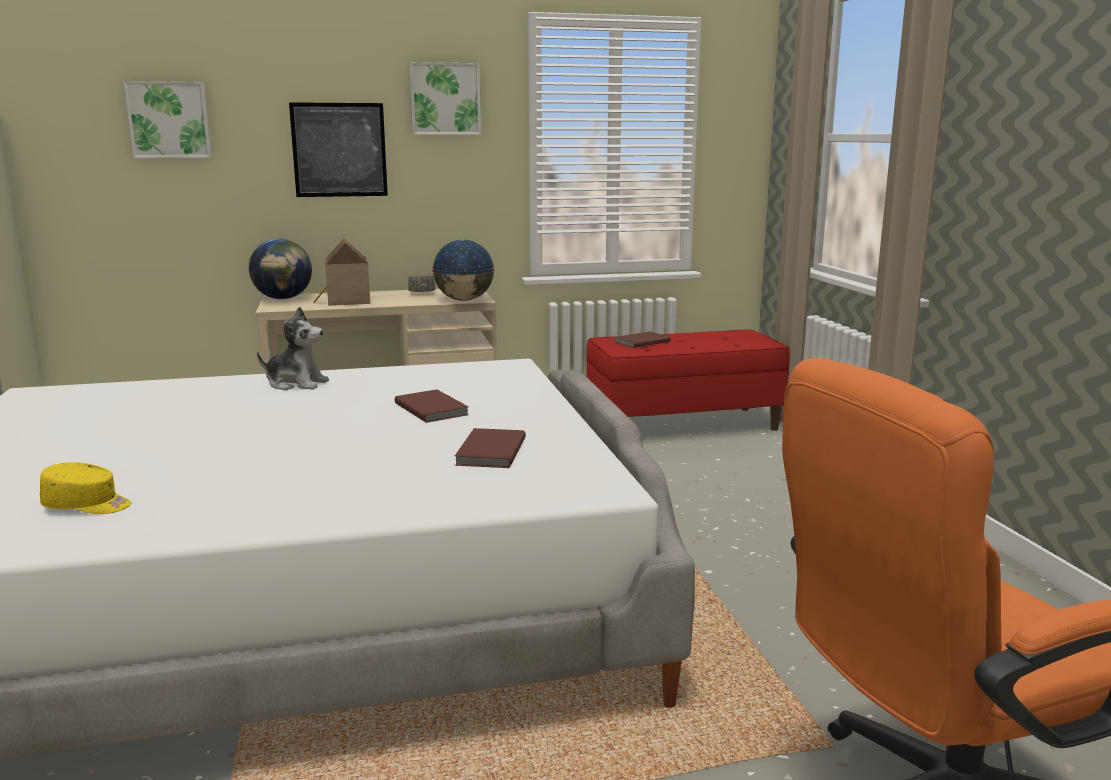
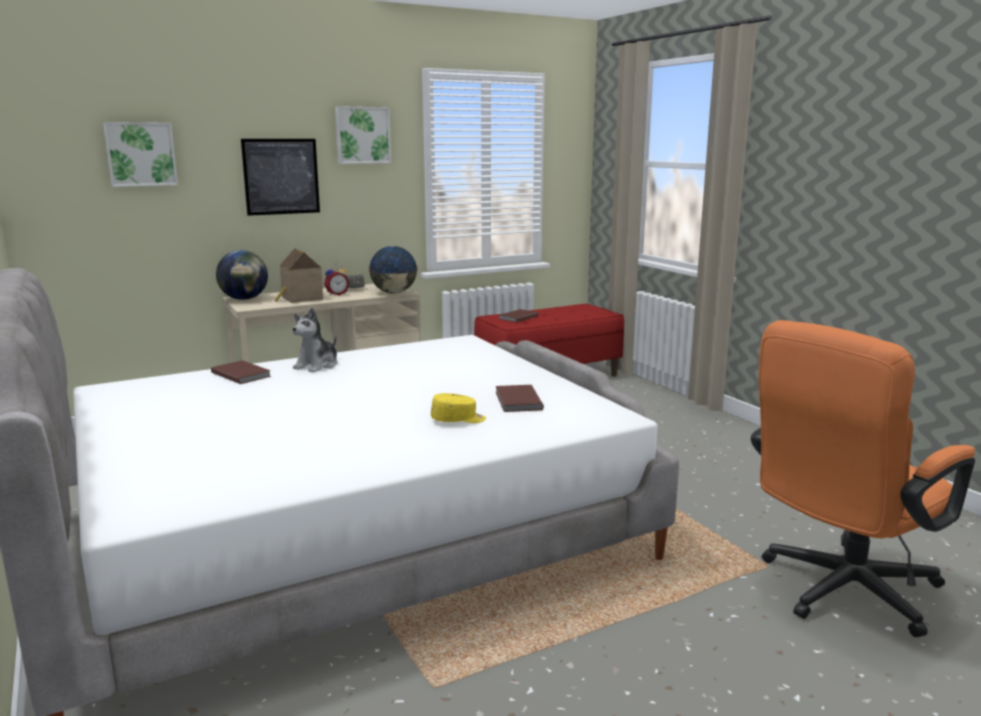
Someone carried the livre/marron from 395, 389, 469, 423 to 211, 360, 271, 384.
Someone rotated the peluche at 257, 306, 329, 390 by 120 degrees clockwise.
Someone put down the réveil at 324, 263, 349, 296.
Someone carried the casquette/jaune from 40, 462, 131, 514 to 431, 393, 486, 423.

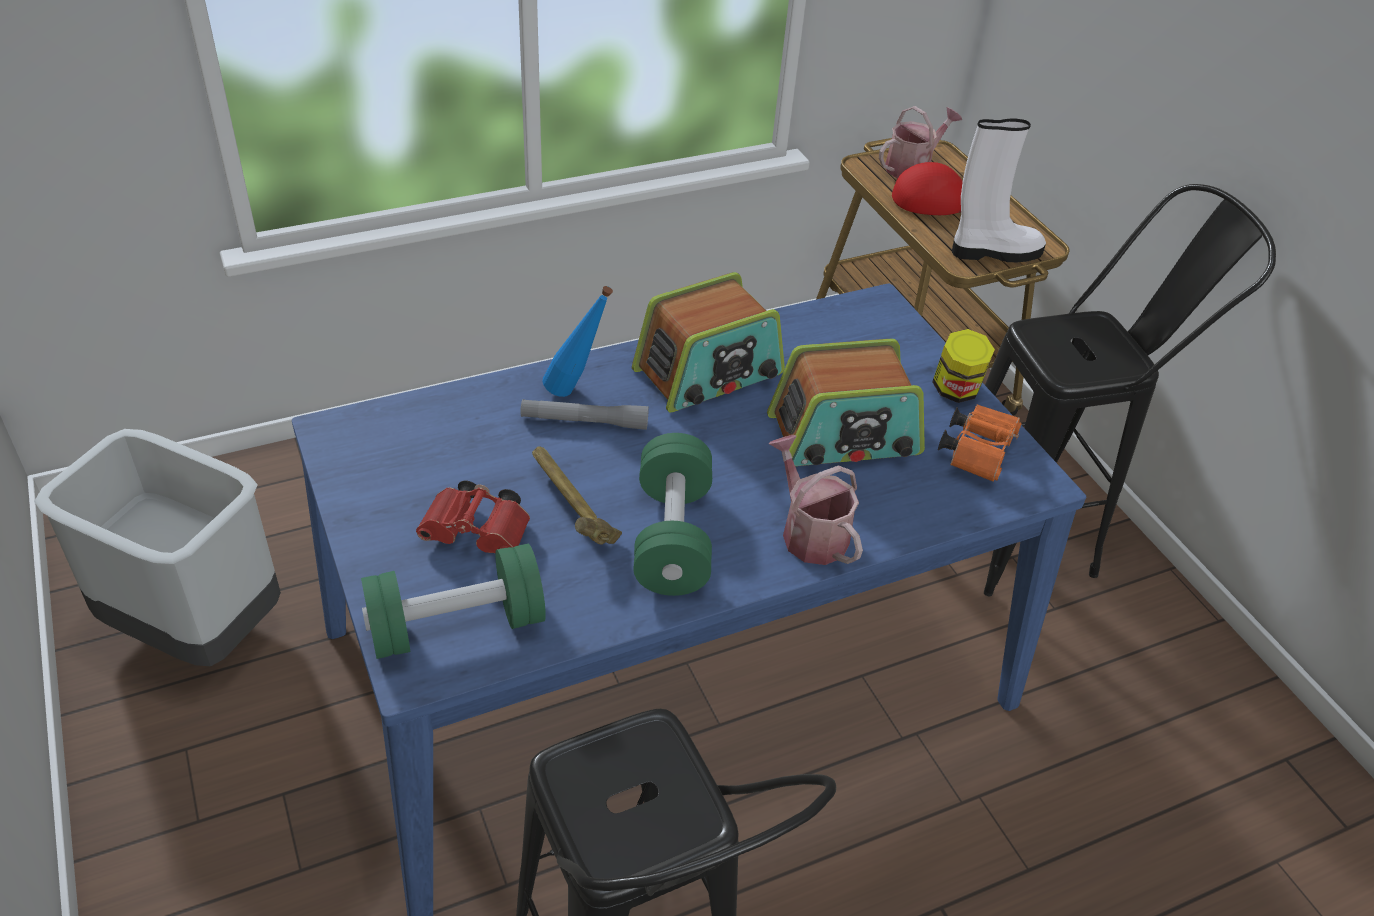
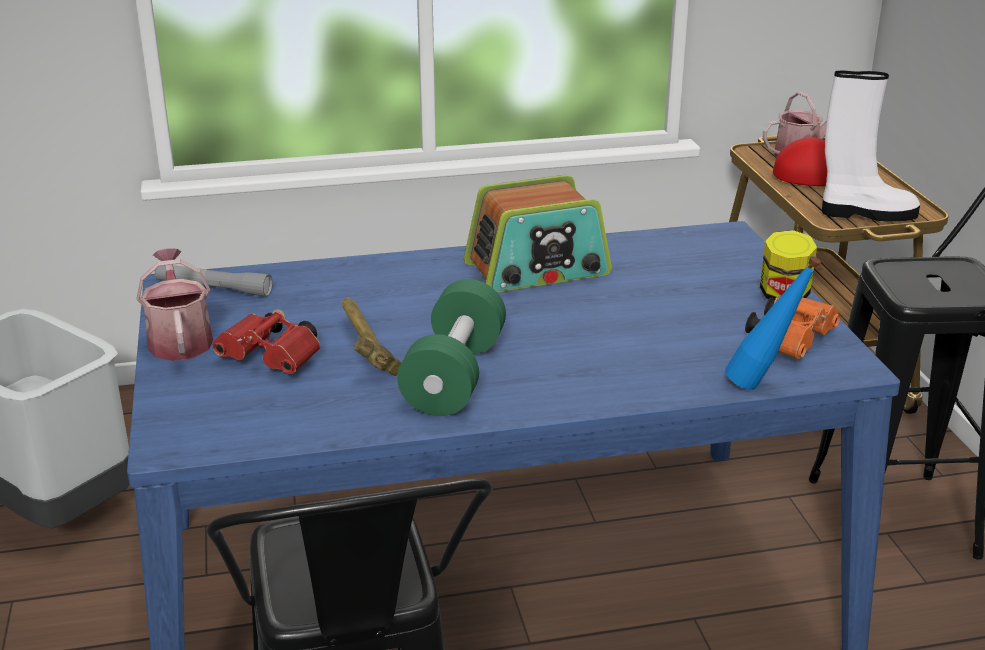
Someone carried the arrosoir from 768, 435, 863, 565 to 137, 248, 213, 361.
Someone carried the lampe de poche/gris from 521, 399, 649, 430 to 154, 265, 273, 297.
Someone carried the bouteille/bleu from 543, 286, 613, 397 to 725, 256, 821, 389.
Someone took away the haltère/vert at 361, 544, 546, 659.
Someone took away the radio at 767, 339, 925, 466.

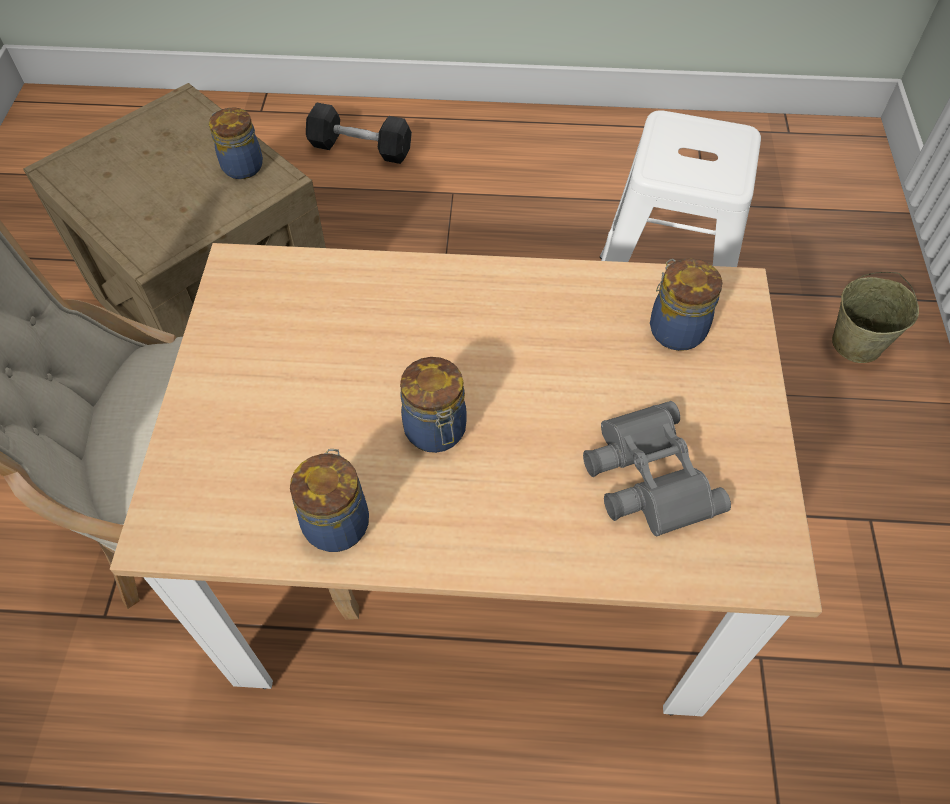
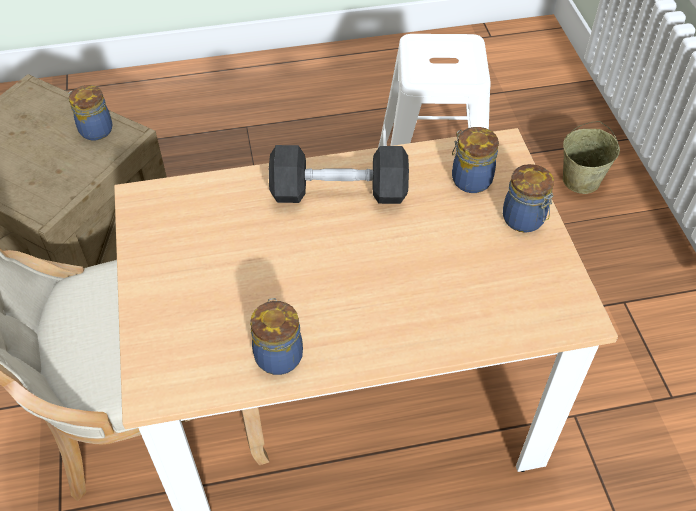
Someone carried the haltère/gris from 306, 102, 412, 164 to 269, 145, 409, 204.
Someone carried the bocal from 400, 357, 467, 453 to 503, 164, 554, 233.
Someone took away the jumelles/gris at 583, 401, 731, 536.

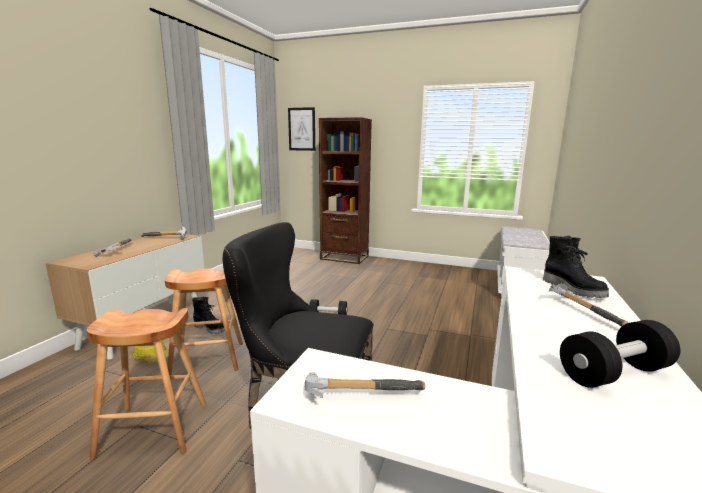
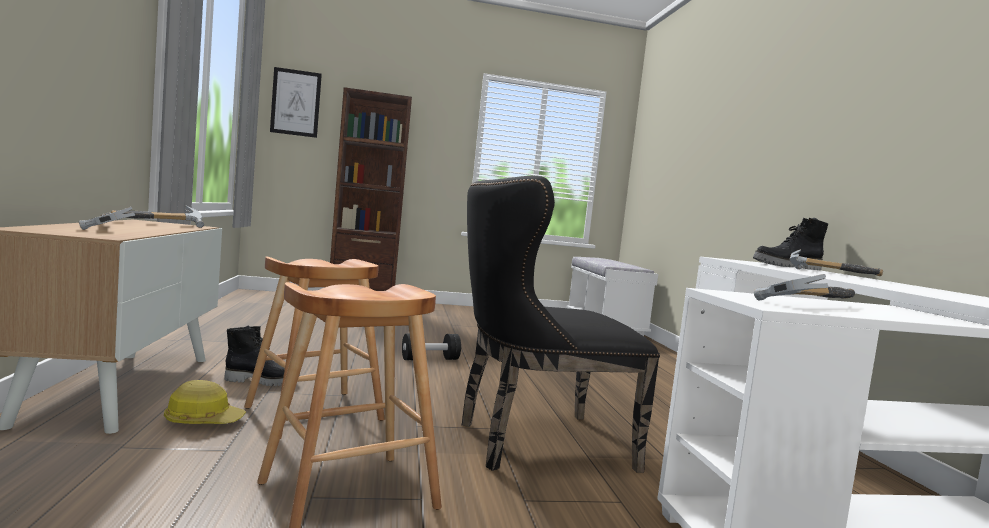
Someone rotated the botte/noir at 543, 236, 609, 298 by 135 degrees clockwise.
Someone took away the haltère/noir at 560, 320, 680, 388.

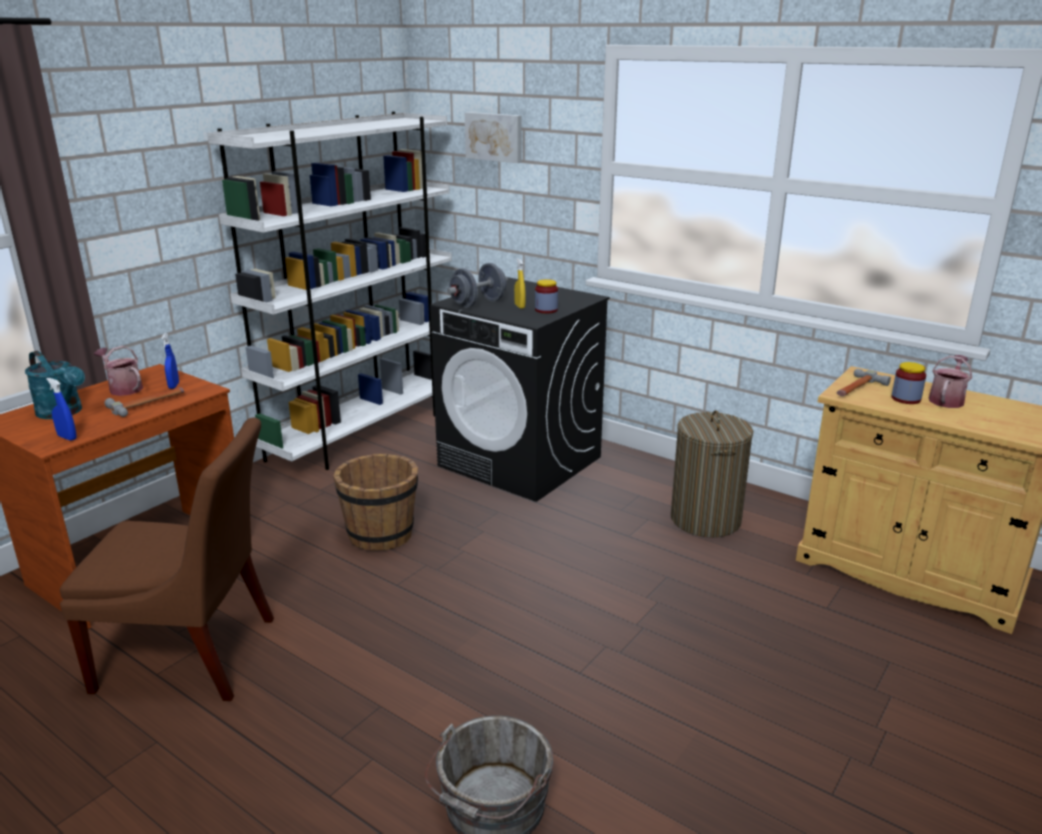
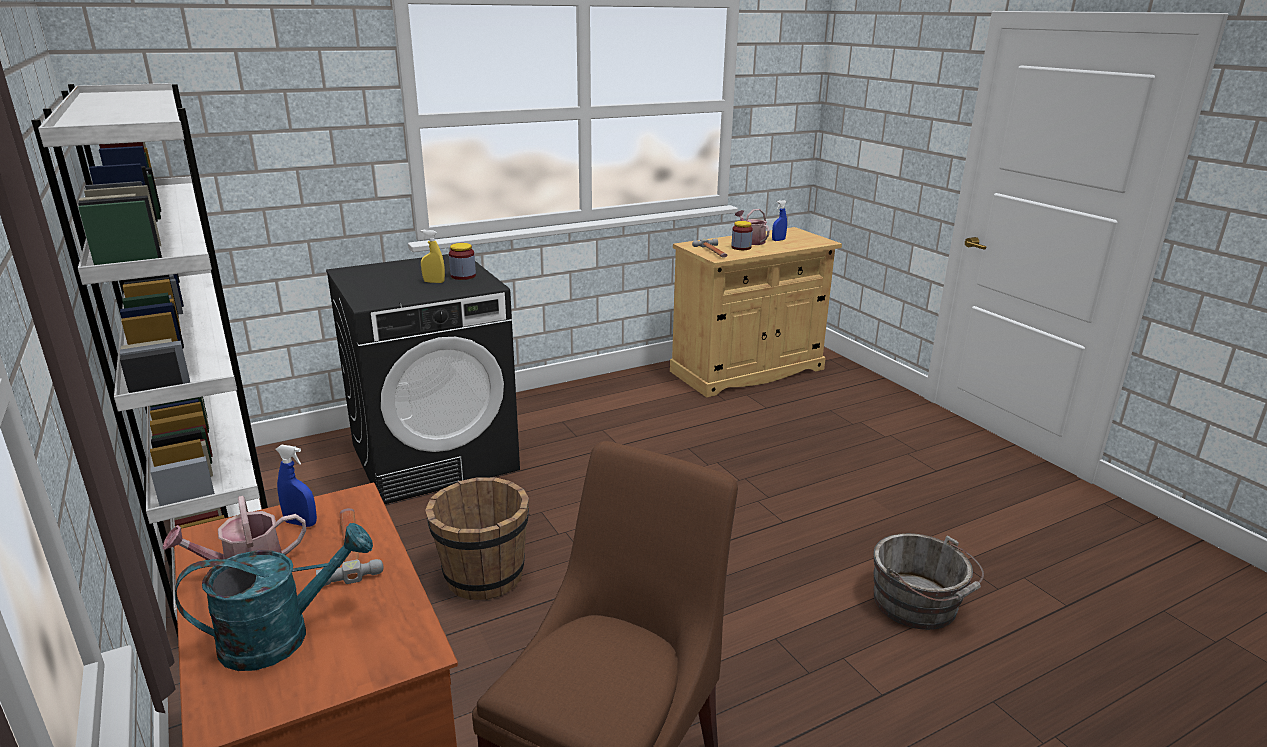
Someone carried the vaporisateur/bleu from 46, 378, 77, 441 to 772, 200, 787, 241.
Someone took away the haltère/gris at 447, 263, 508, 308.
Someone took away the tableau at 465, 112, 521, 163.
Someone took away the panier à linge at 671, 410, 753, 537.

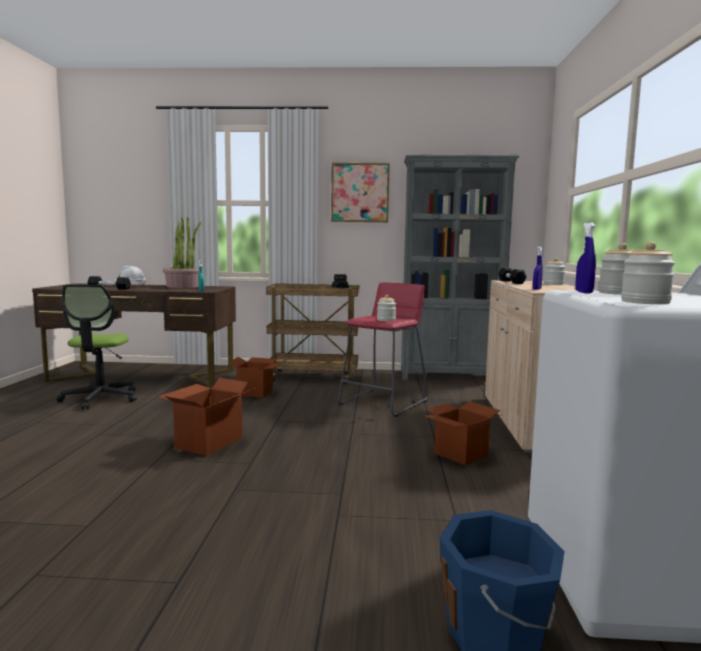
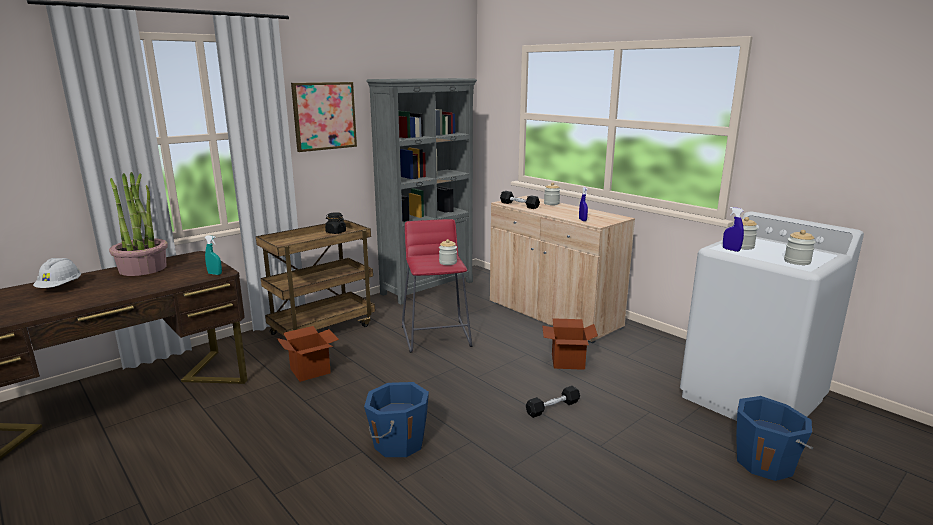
Someone swapped the carton at 158, 378, 255, 456 for the seau/bleu at 364, 382, 429, 457.
Someone carried the haltère/noir from 87, 276, 131, 290 to 526, 386, 580, 418.
Someone took away the chaise de bureau at 57, 284, 137, 409.

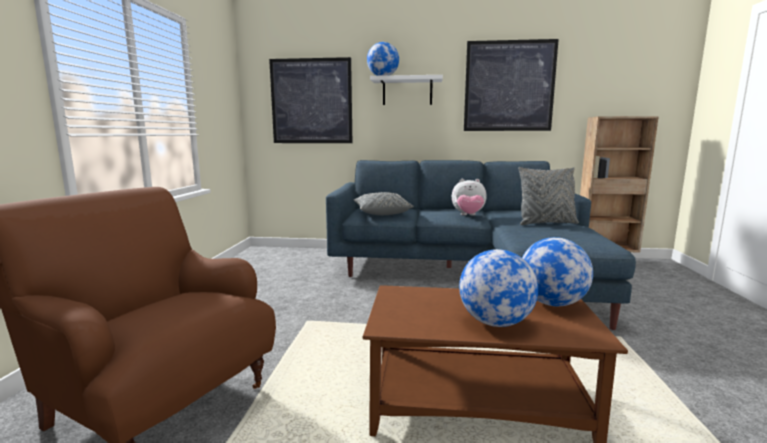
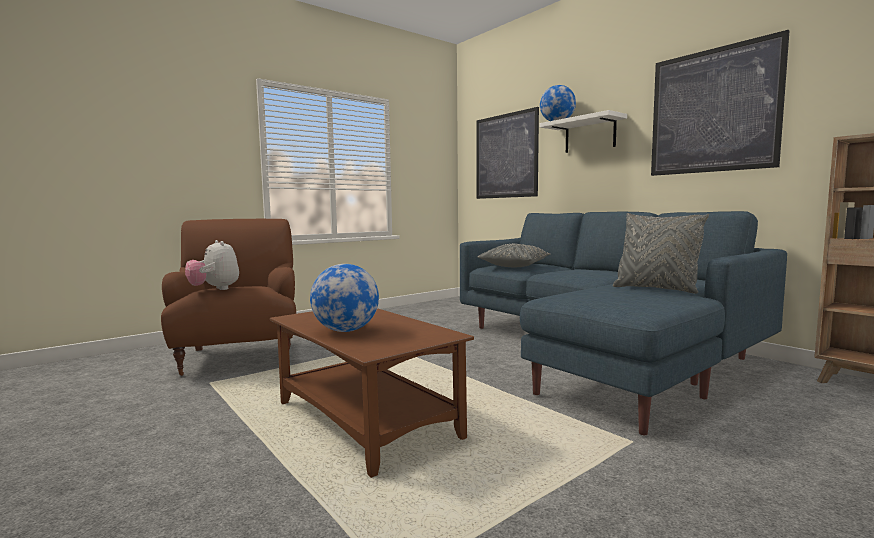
Someone carried the peluche from 452, 179, 487, 215 to 185, 240, 239, 290.
Someone took away the globe at 522, 237, 593, 306.

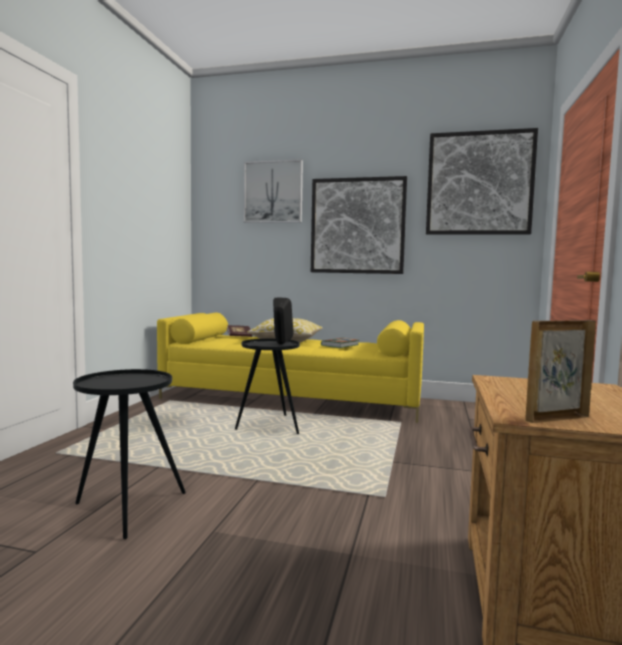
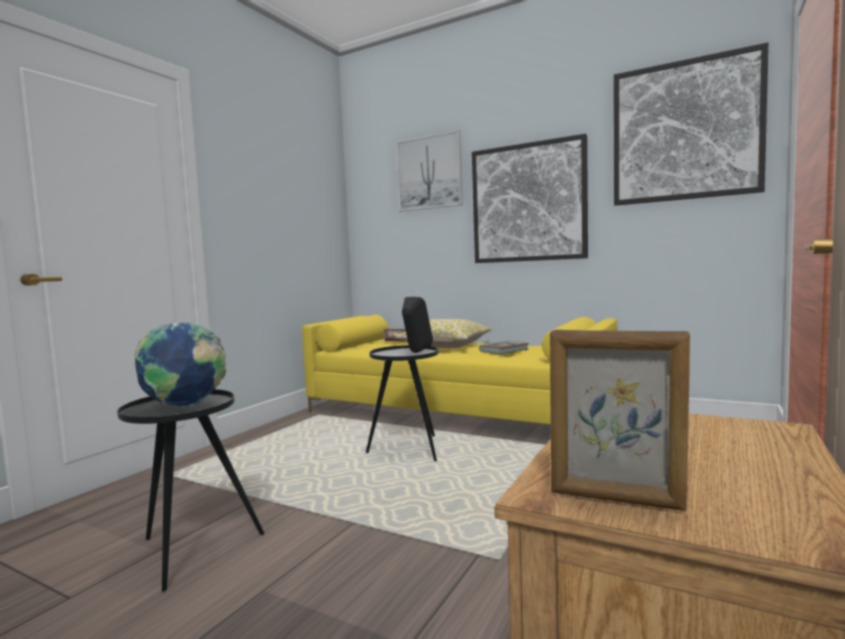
Someone put down the globe at 135, 322, 226, 408.
Someone rotated the cadre photo at 526, 320, 596, 423 by 150 degrees counterclockwise.

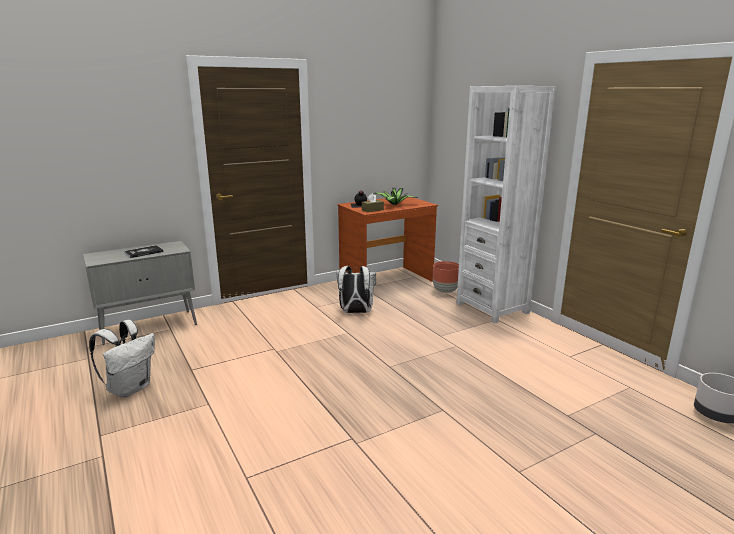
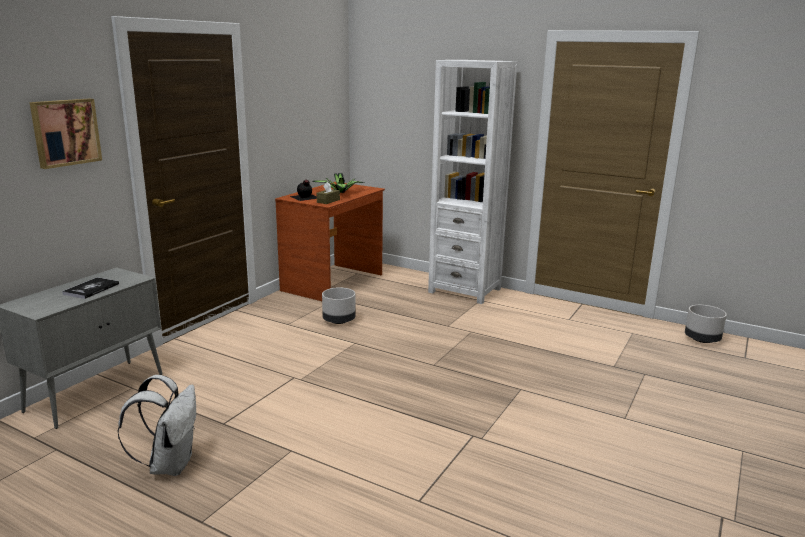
Someone put up the tableau at 29, 99, 102, 169.
Someone swapped the sac à dos/blanc at 337, 266, 376, 313 for the cache-pot/gris at 322, 287, 356, 324.
Someone took away the cache-pot/marron at 433, 261, 459, 293.

